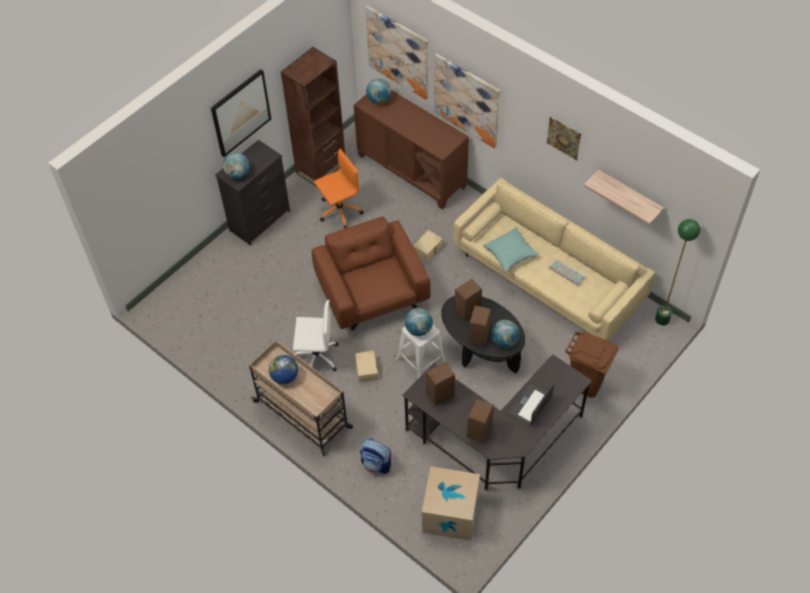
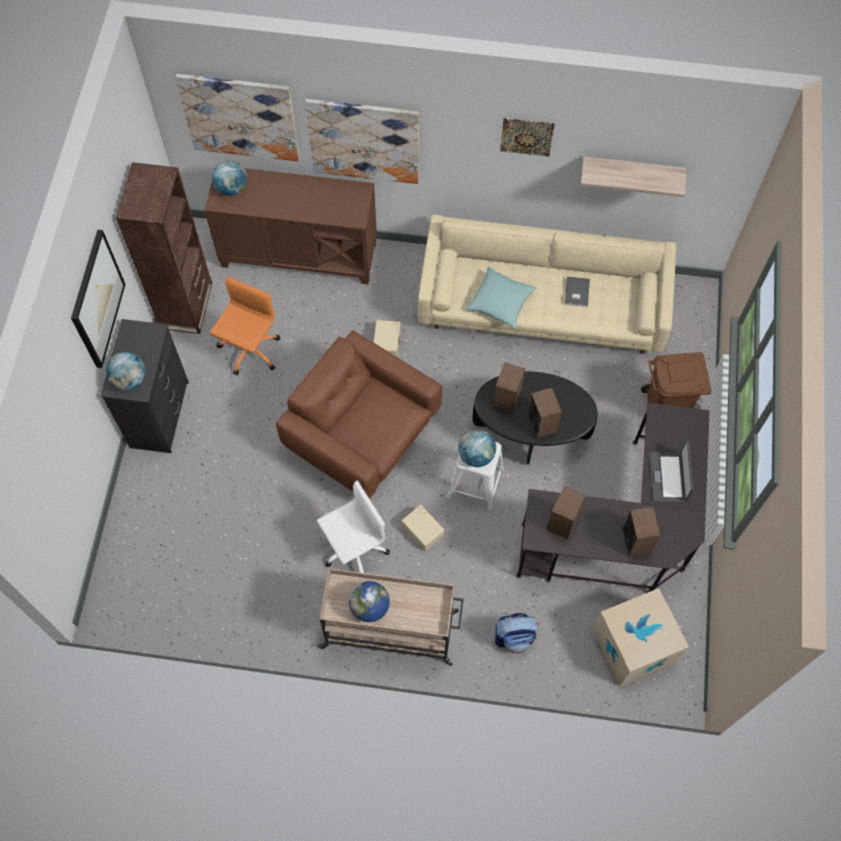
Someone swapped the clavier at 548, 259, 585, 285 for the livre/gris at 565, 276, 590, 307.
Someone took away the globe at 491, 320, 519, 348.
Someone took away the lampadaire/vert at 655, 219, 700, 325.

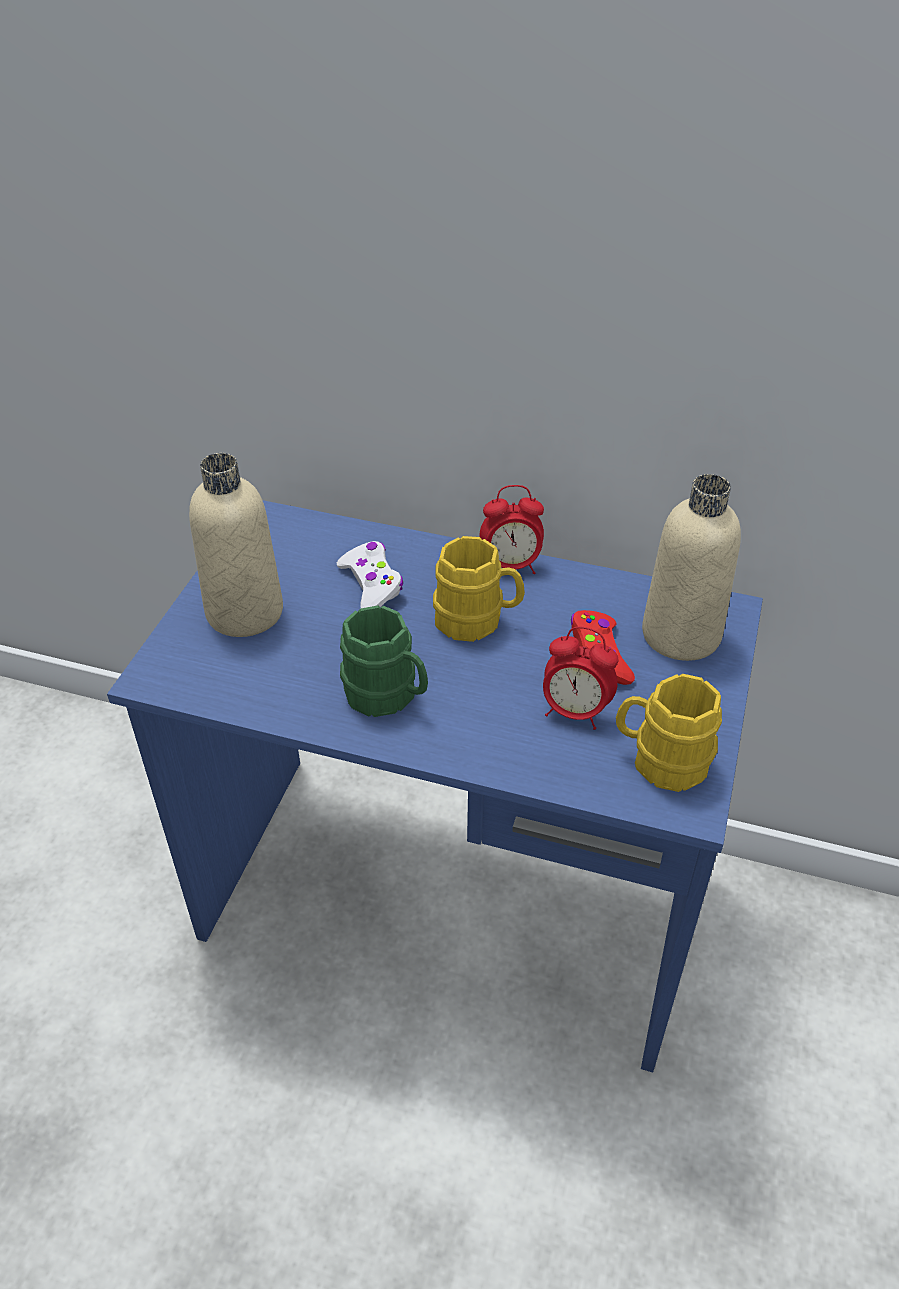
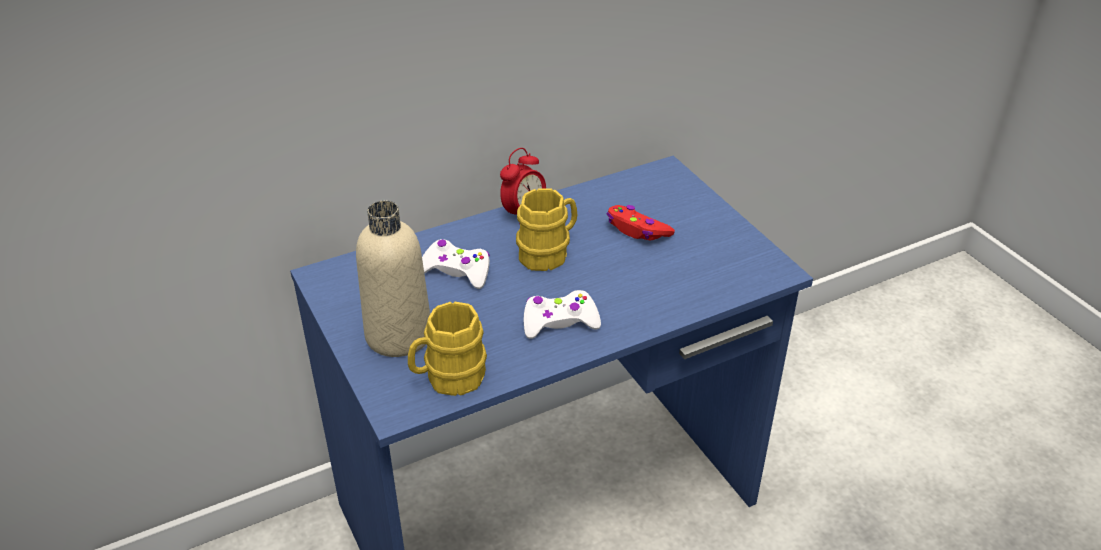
Someone carried the mug/jaune from 616, 674, 722, 792 to 408, 302, 487, 396.
Someone swapped the mug/vert at 340, 605, 428, 717 for the manette/blanc at 524, 290, 601, 339.
Someone took away the réveil at 543, 627, 618, 730.
Someone took away the bouteille/beige at 642, 474, 741, 661.

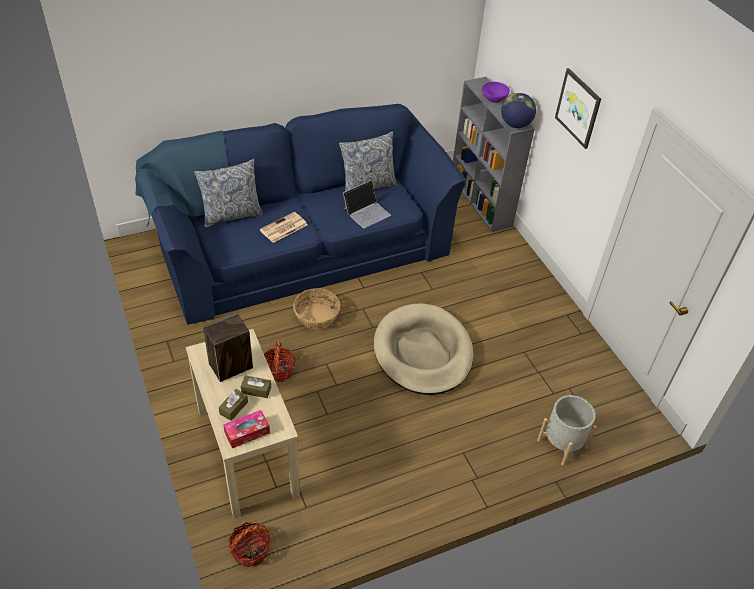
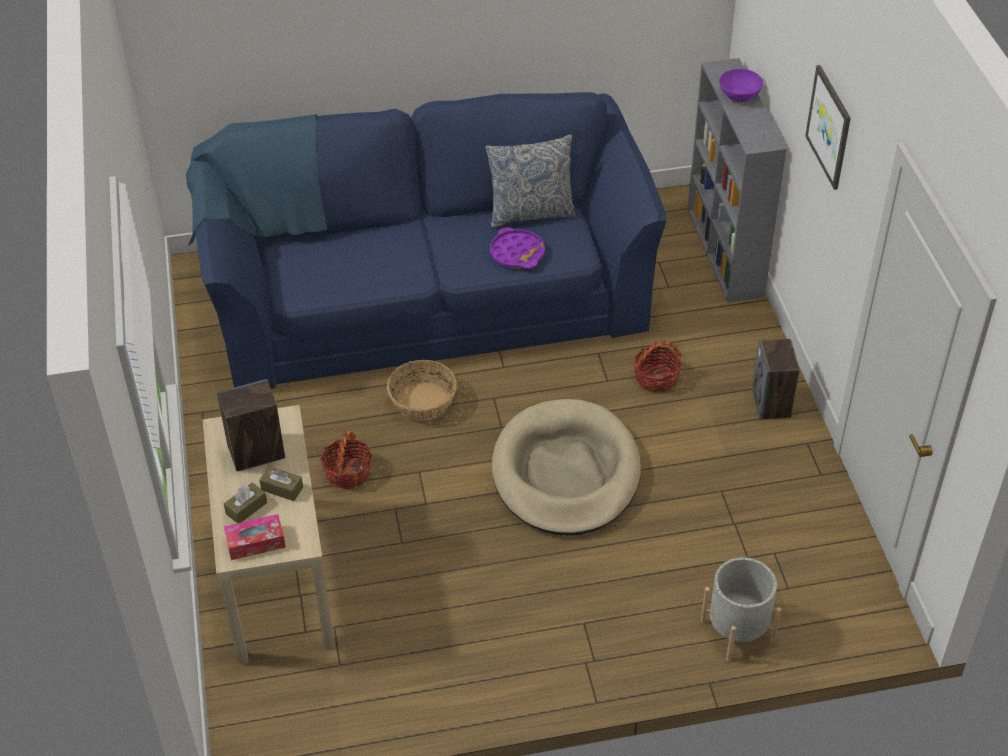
Someone swapped the ordinateur portable at 343, 180, 391, 228 for the plateau/violet at 490, 227, 545, 269.
Someone carried the panier from 228, 522, 271, 567 to 634, 340, 682, 392.
Someone put down the enceinte at 752, 339, 800, 420.
Someone took away the coussin at 194, 159, 263, 228.
Someone took away the journal at 260, 212, 307, 243.
Someone took away the globe at 501, 93, 536, 128.

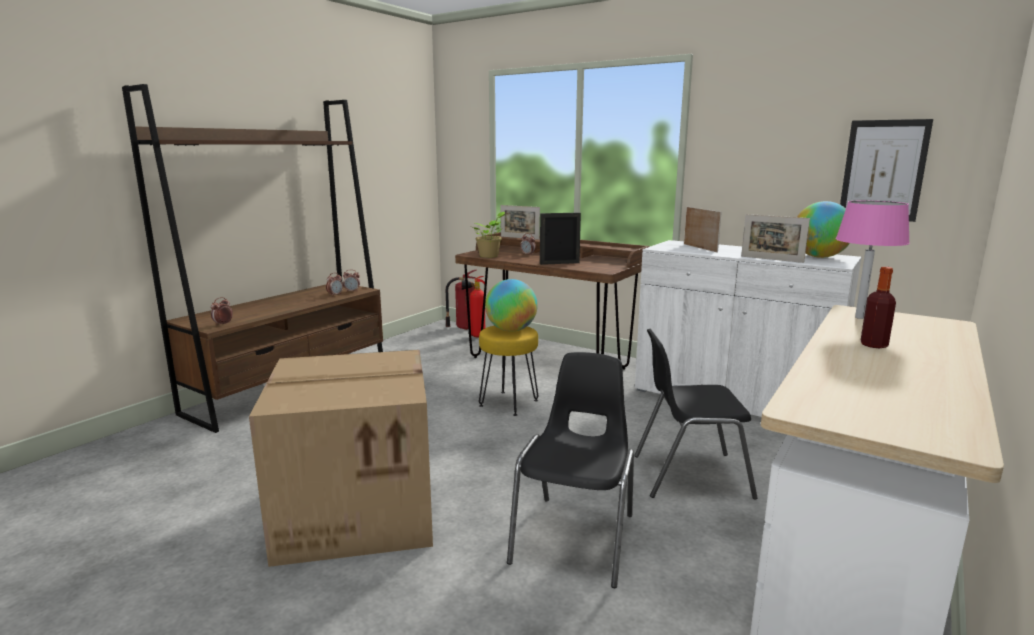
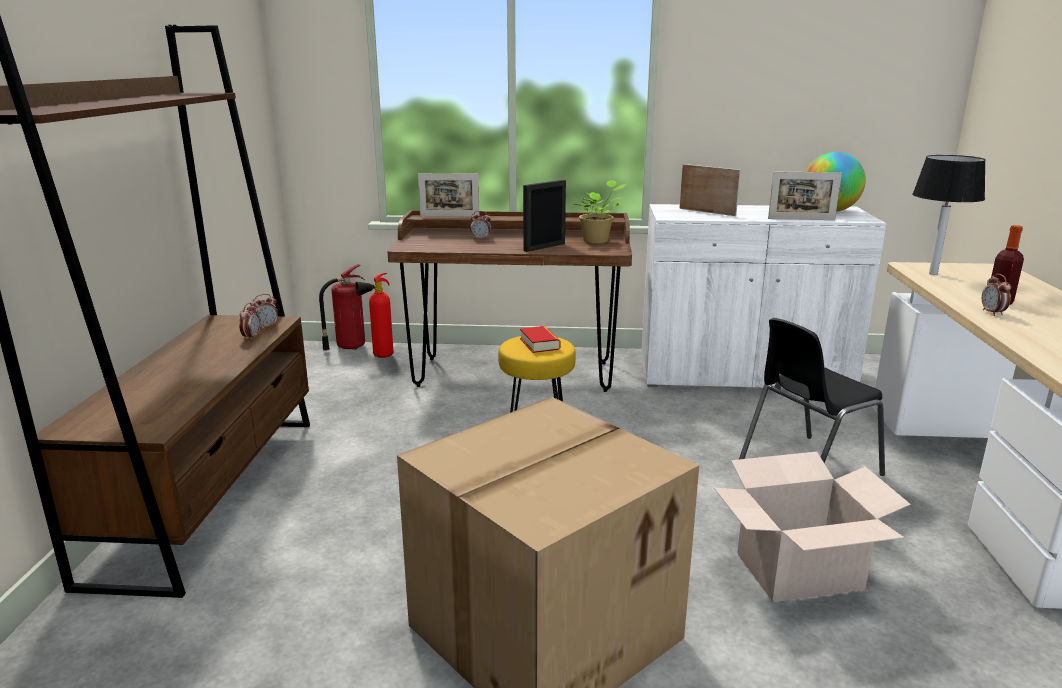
Someone swapped the globe at 485, 279, 538, 332 for the livre at 520, 326, 561, 353.
Someone carried the plante en pot from 473, 212, 505, 258 to 574, 180, 627, 243.
Someone swapped the chaise/noir at 507, 352, 634, 588 for the carton at 714, 452, 911, 602.
Someone repainted the lampe de table/rose at 836, 200, 910, 319, which became the lampe de table/noir at 913, 155, 986, 275.
Someone carried the réveil from 211, 297, 233, 326 to 982, 274, 1011, 316.
Someone took away the tableau at 840, 119, 933, 222.

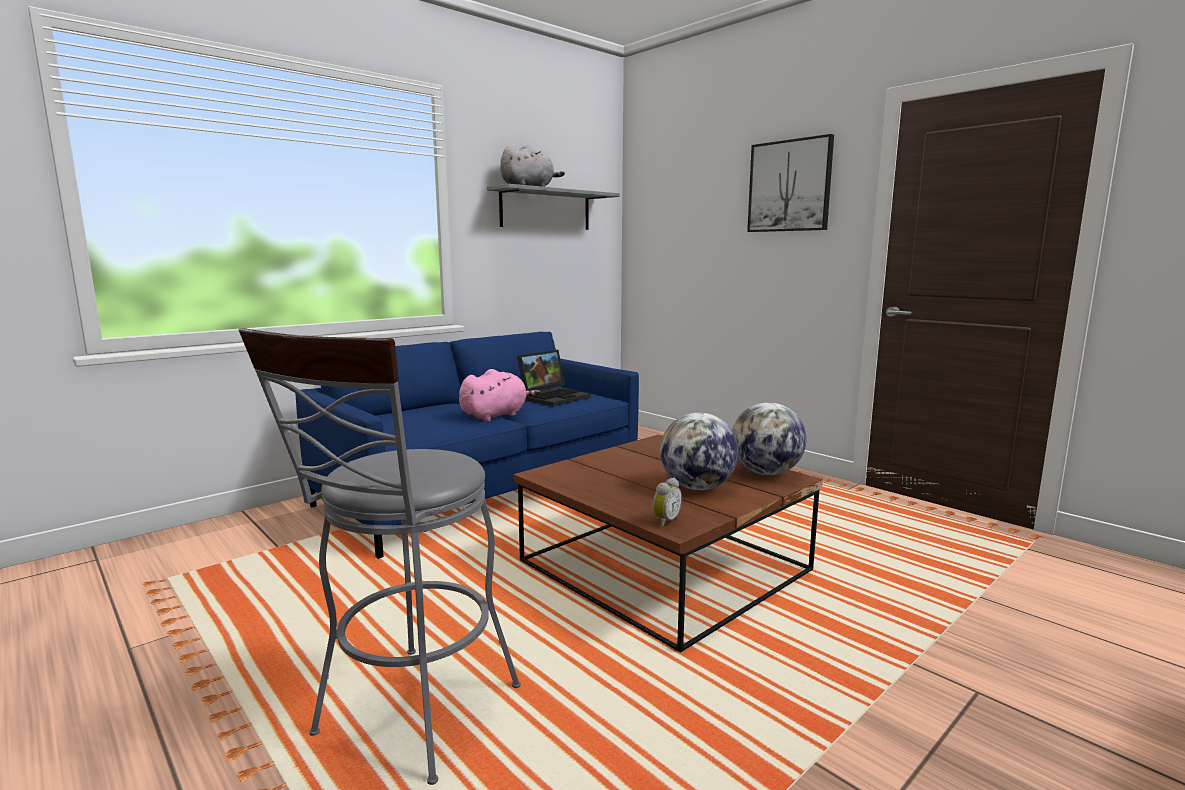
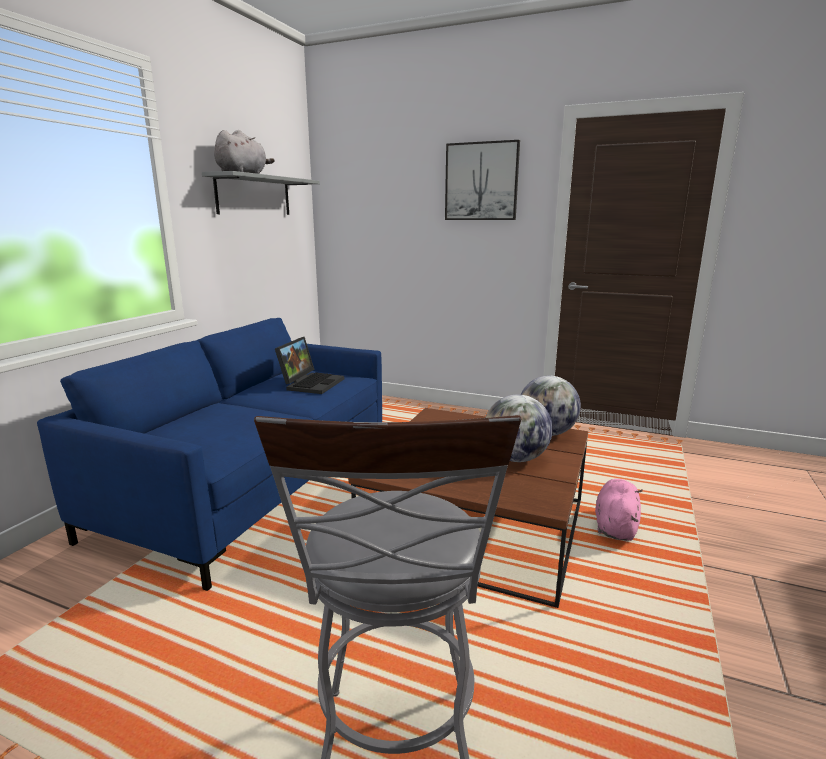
Someone carried the peluche/rose from 459, 369, 540, 422 to 595, 479, 642, 541.
Someone took away the réveil at 653, 478, 682, 527.

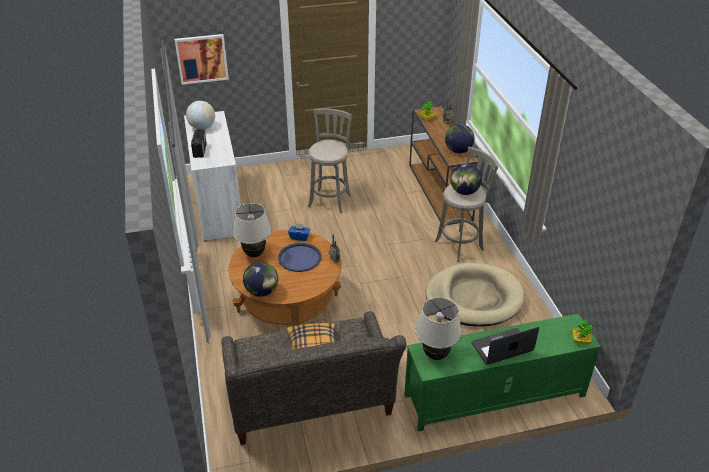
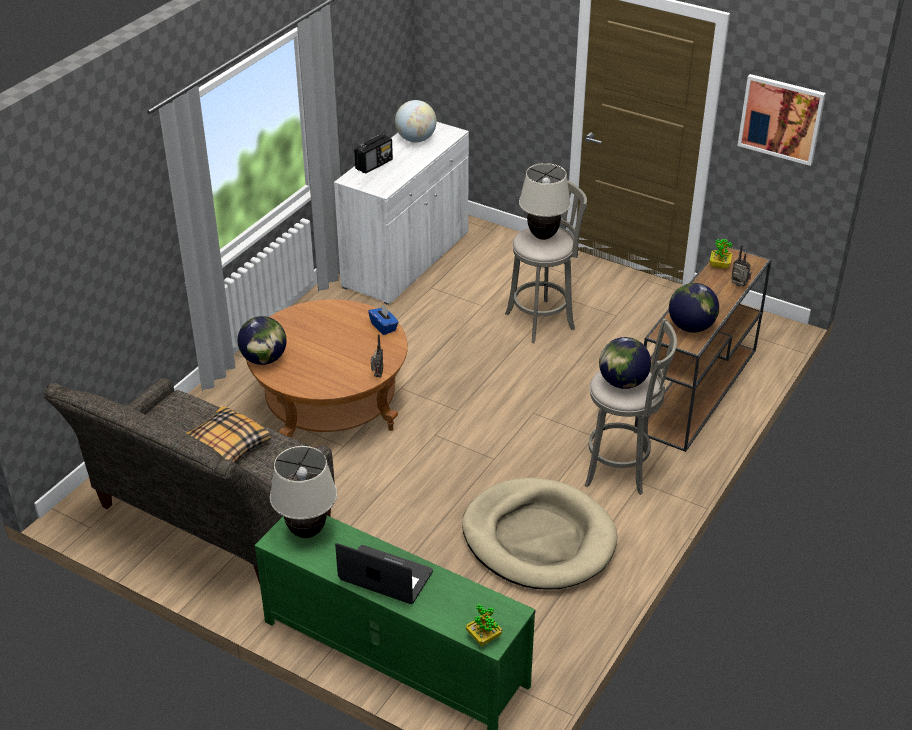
Someone carried the lampe de table/beige from 233, 203, 272, 257 to 519, 163, 571, 240.
Someone carried the tableau from 174, 34, 229, 85 to 737, 74, 826, 166.
Someone took away the plateau/bleu at 278, 243, 322, 272.

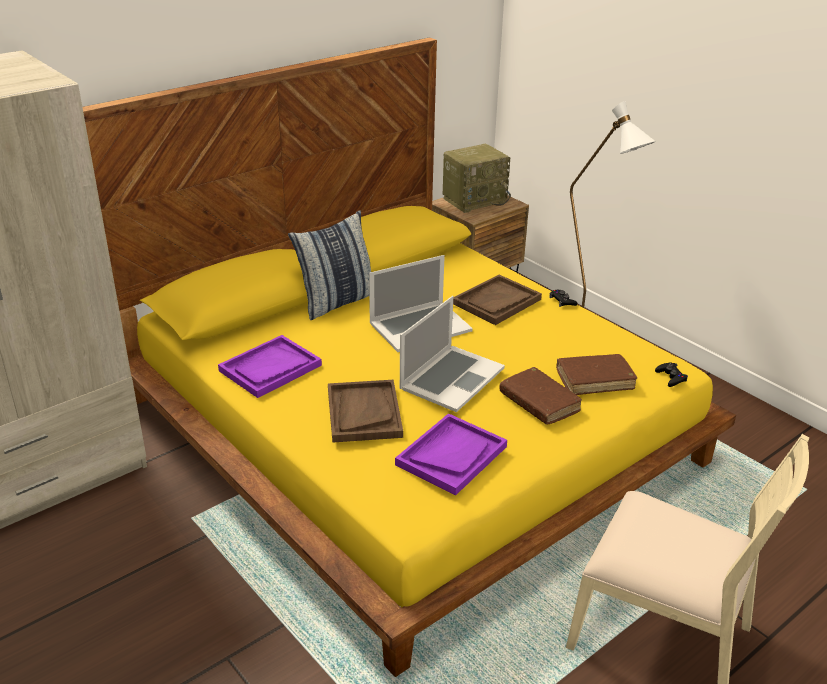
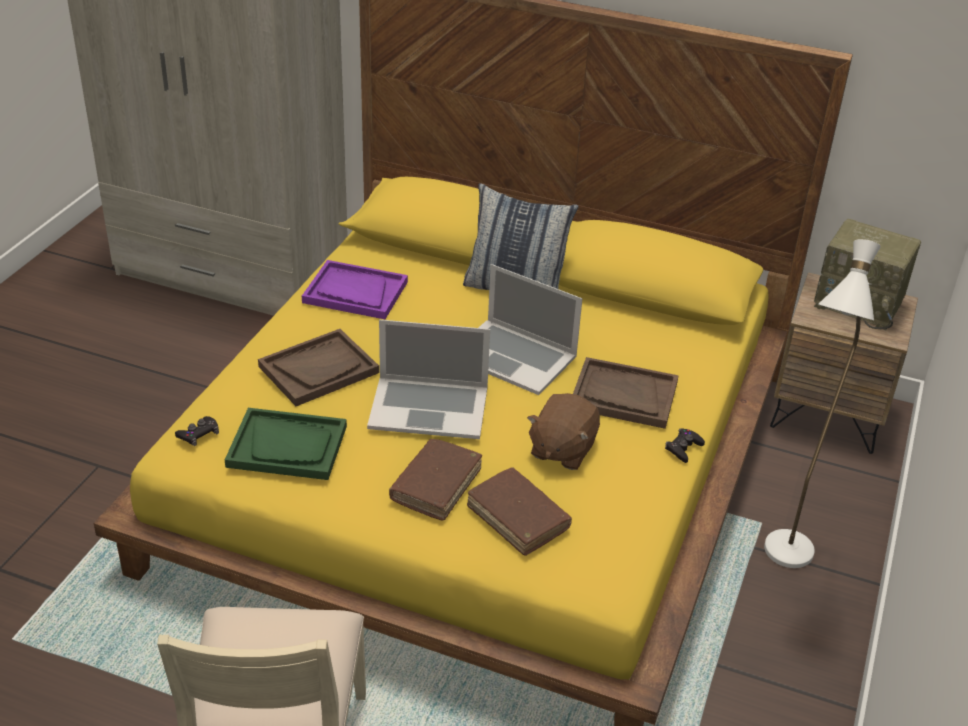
Someone carried the manette/noir from 655, 363, 688, 387 to 175, 416, 219, 446.
Someone repainted the plateau/violet at 395, 413, 507, 495, which became the plateau/vert at 225, 408, 347, 480.
Someone put down the peluche/marron at 527, 393, 600, 470.

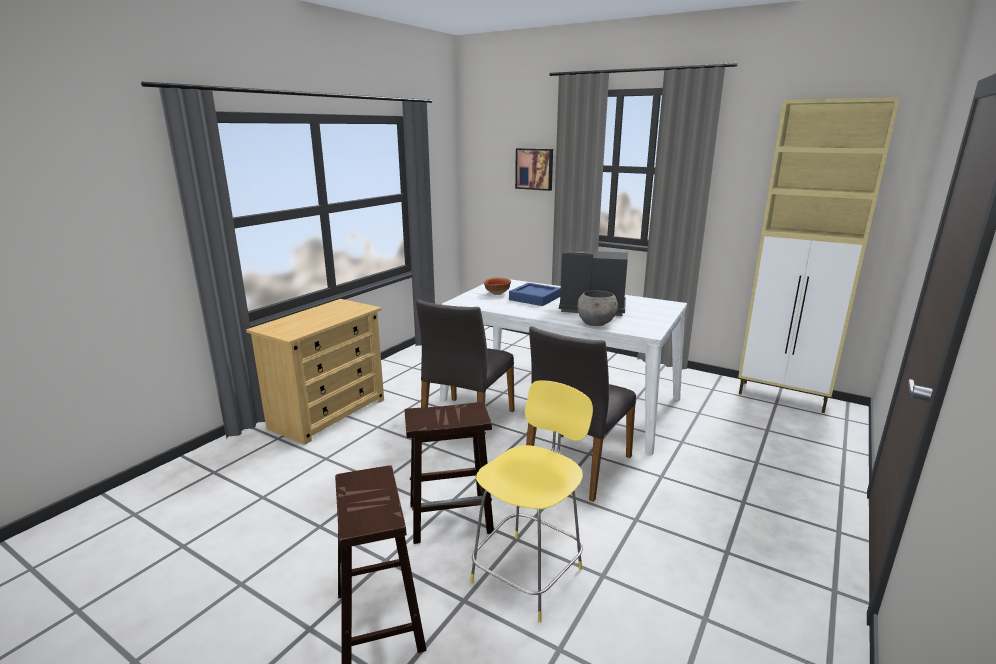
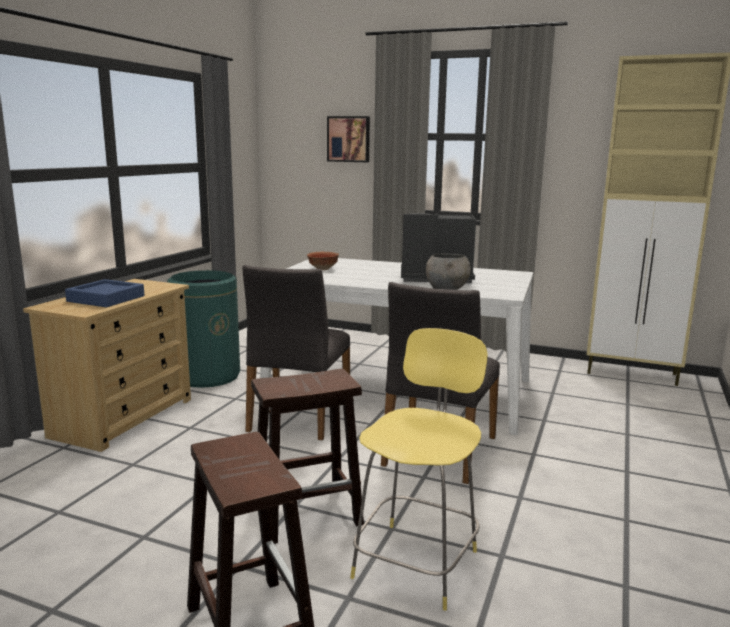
Someone carried the plateau/bleu from 509, 283, 561, 306 to 65, 279, 144, 307.
Someone put down the poubelle/vert at 167, 270, 240, 388.

